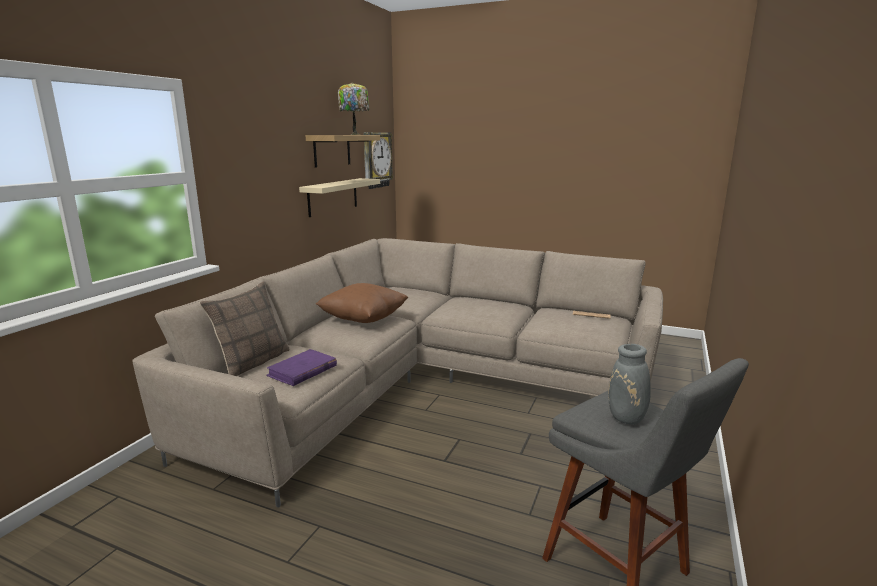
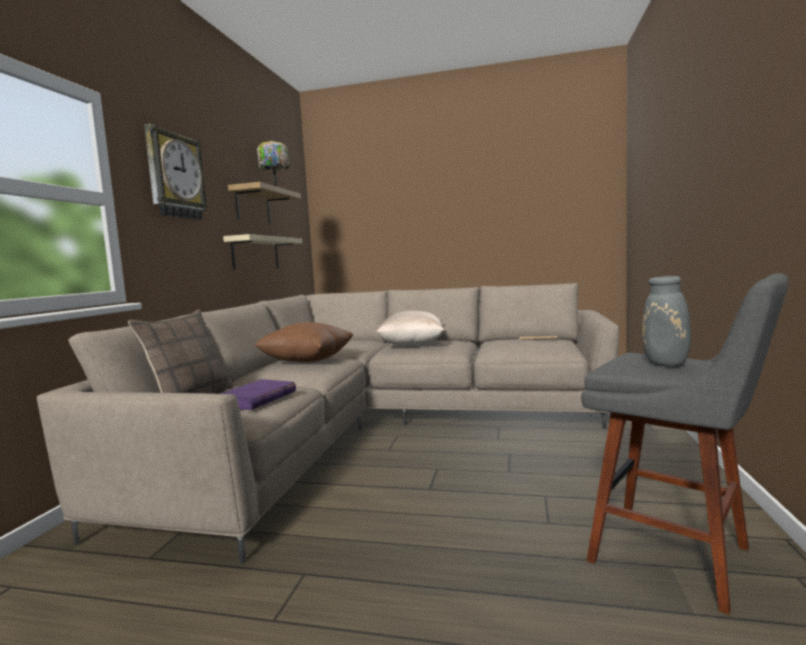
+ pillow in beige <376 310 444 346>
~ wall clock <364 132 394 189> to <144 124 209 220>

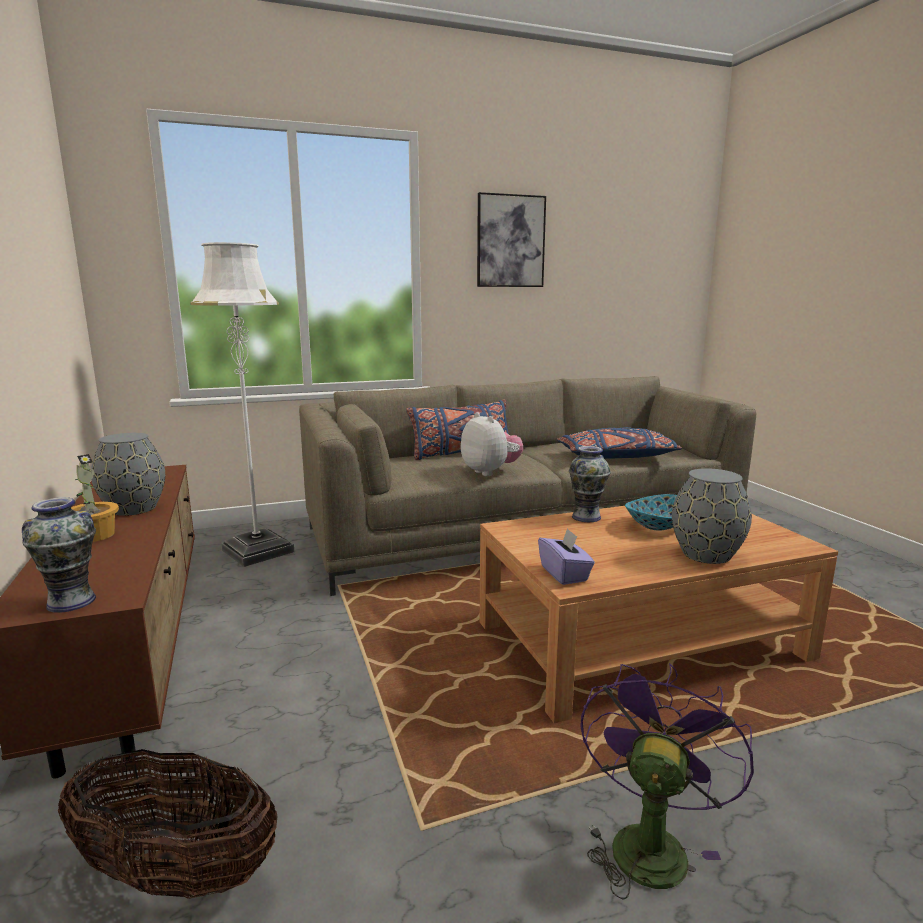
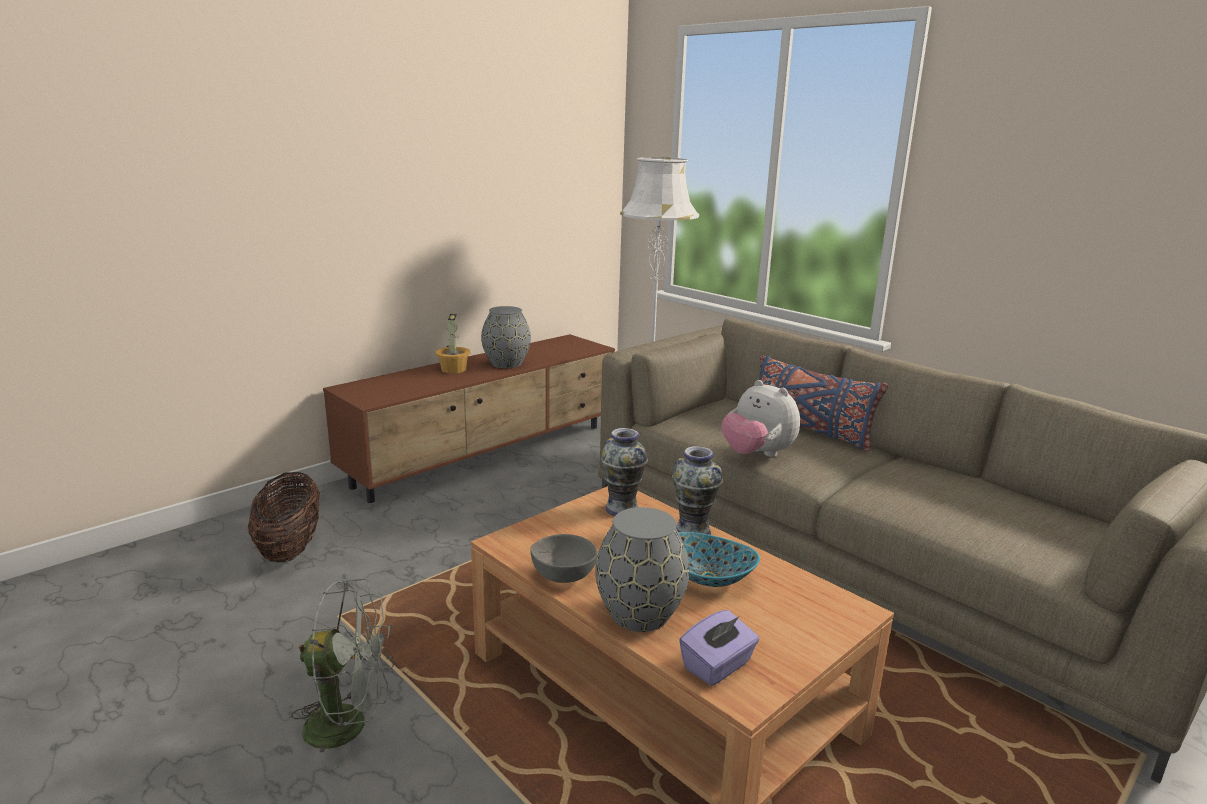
- picture <477 192 546 287>
- pillow in bluish <557 427 682 459>
+ bowl in grey <530 534 597 583>
~ decorative vase <22 497 96 613> to <601 428 648 516>
~ box of tissues in purplish <538 528 595 585> to <679 610 760 686>
~ cooling fan in purplish <580 663 754 900> to cooling fan in grey <291 579 394 769>
~ soft toy <461 412 523 476> = <722 380 800 457> 105 degrees clockwise

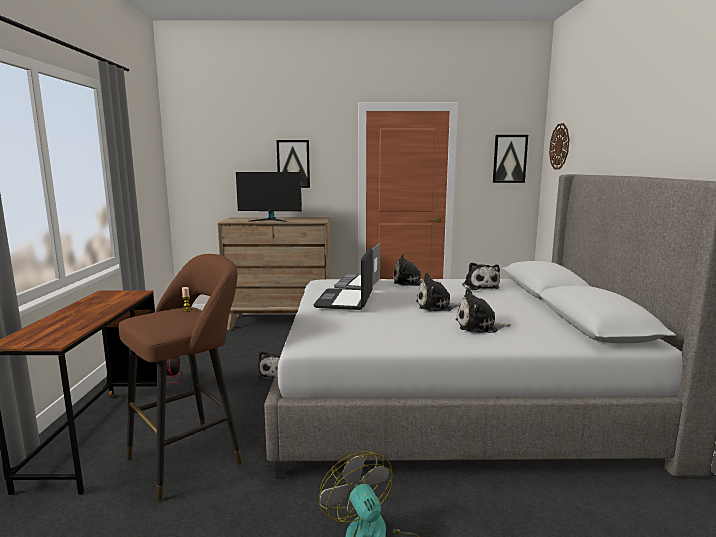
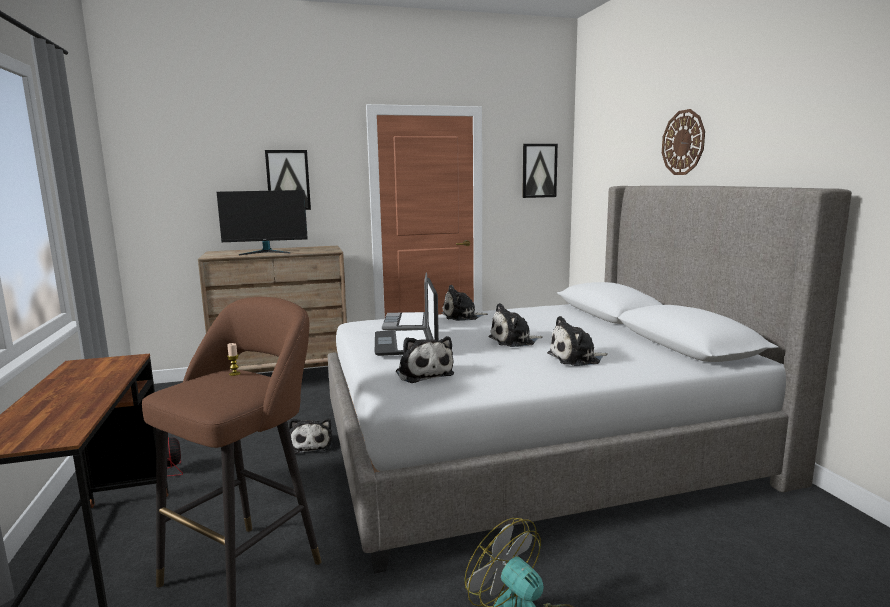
~ soft toy <462 262 500 290> to <396 336 454 383>
~ wall clock <549 123 569 170> to <662 109 705 175>

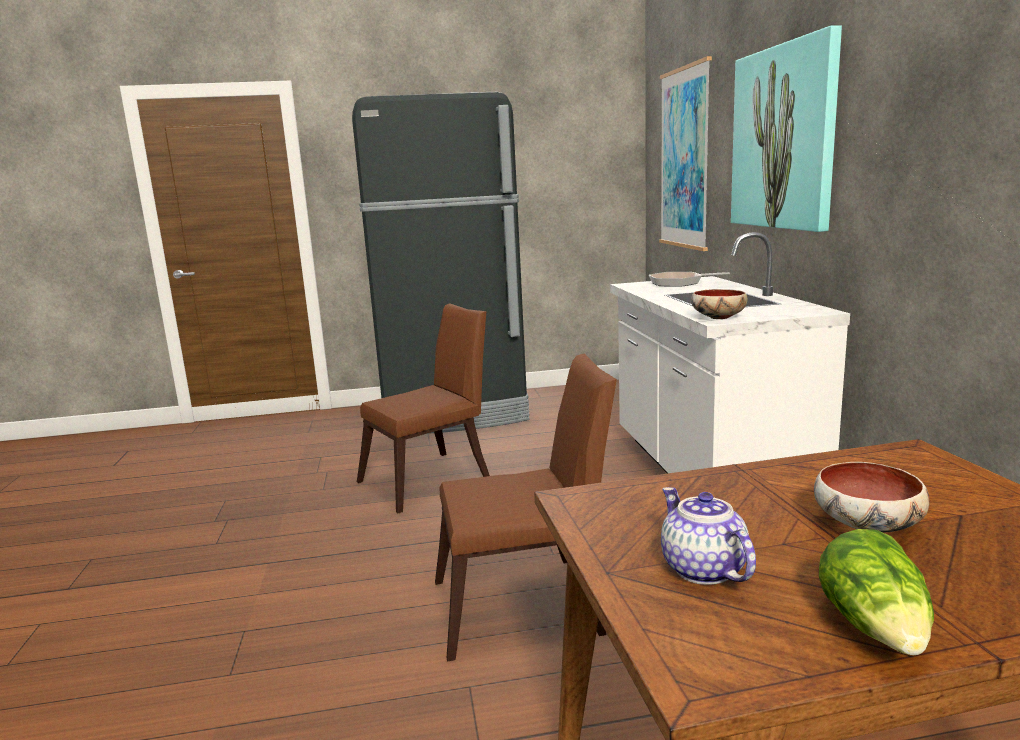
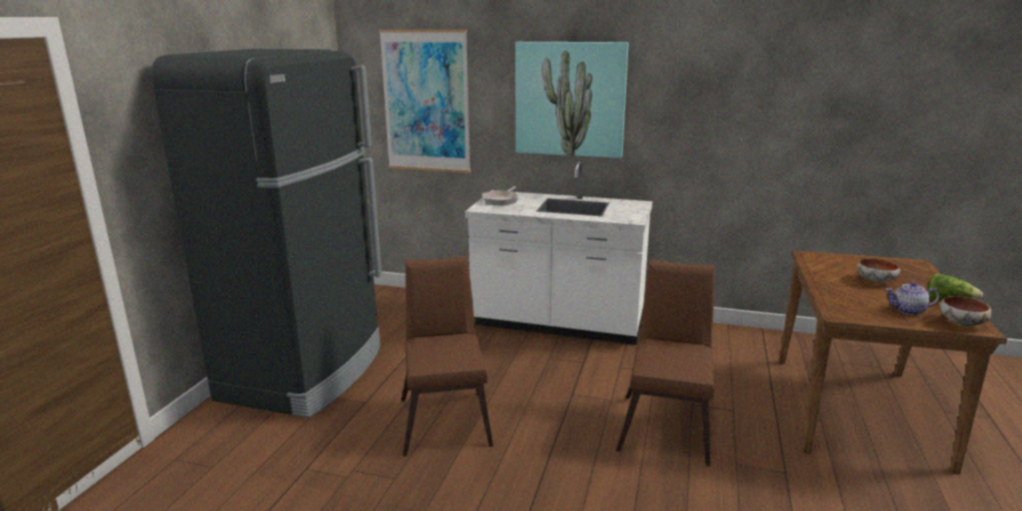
~ bowl <691 289 747 319> to <940 296 992 326>

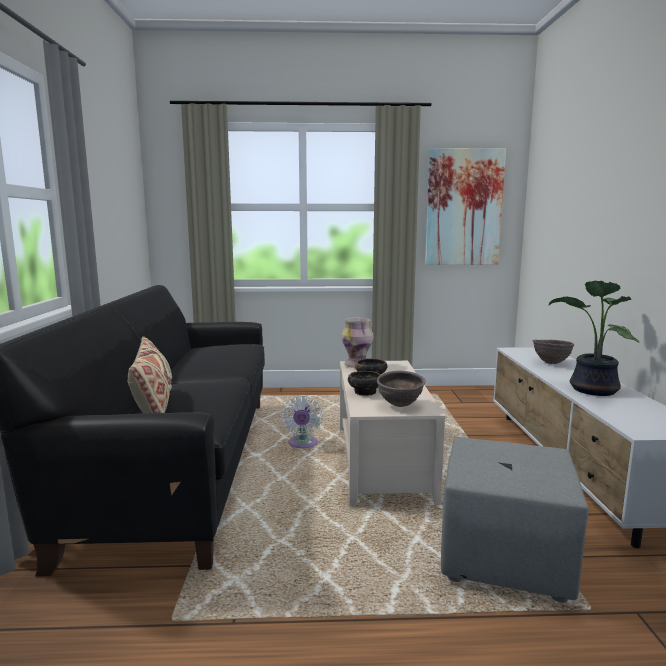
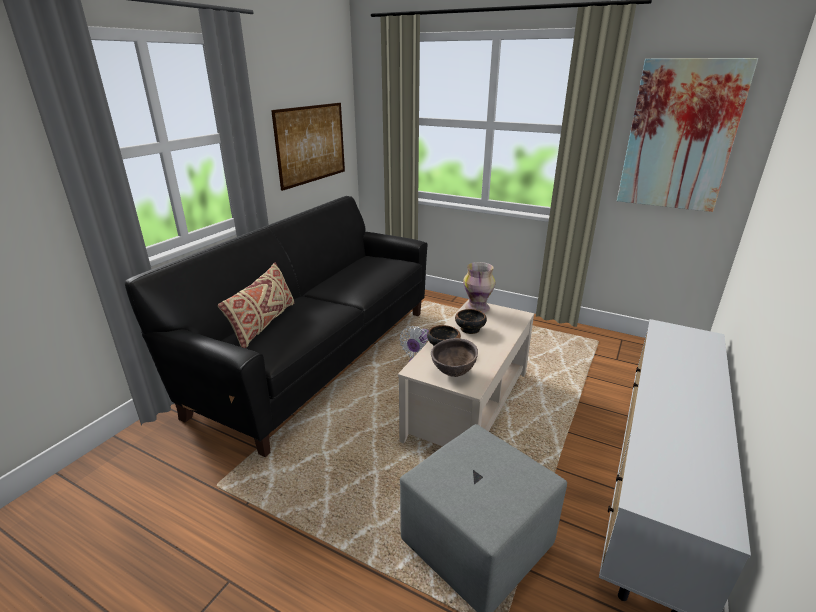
- bowl in brown <533 340 574 364>
- houseplant <549 281 640 396>
+ picture <271 103 345 191>

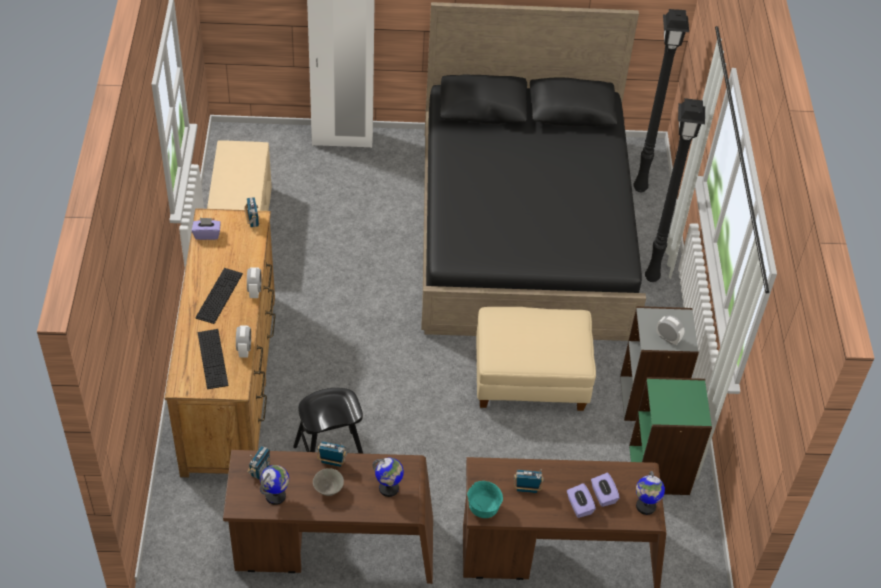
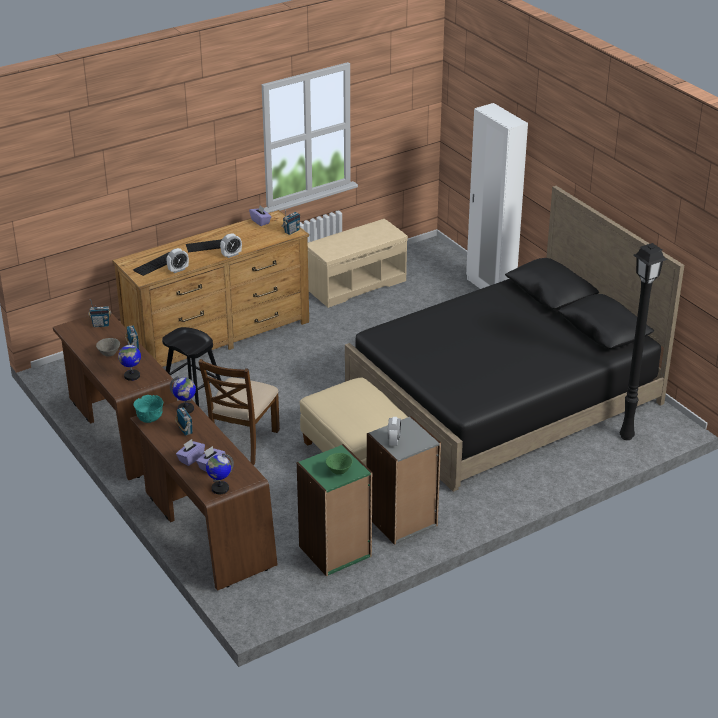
- standard lamp in black <645 98 705 282>
+ upright chair in brown <198 359 280 465>
+ bowl in green <326 453 353 475>
~ world globe <260 465 289 505> to <170 376 196 413>

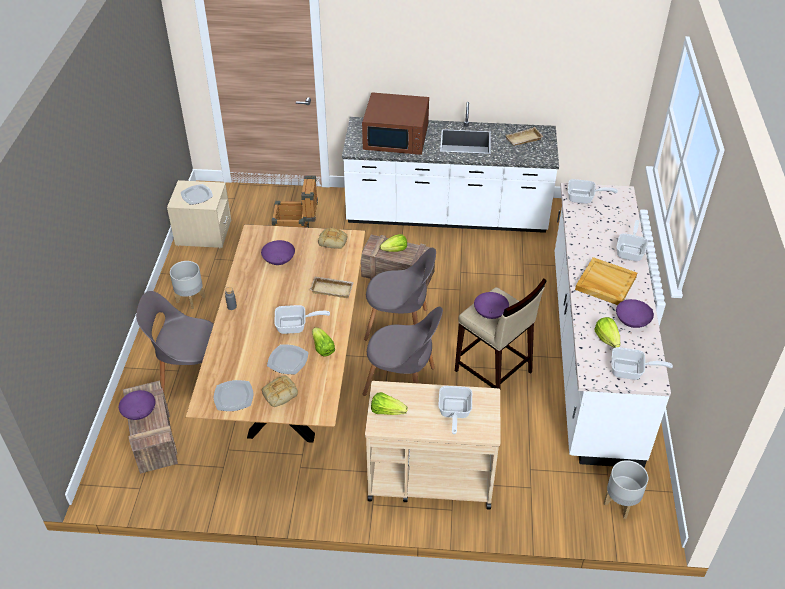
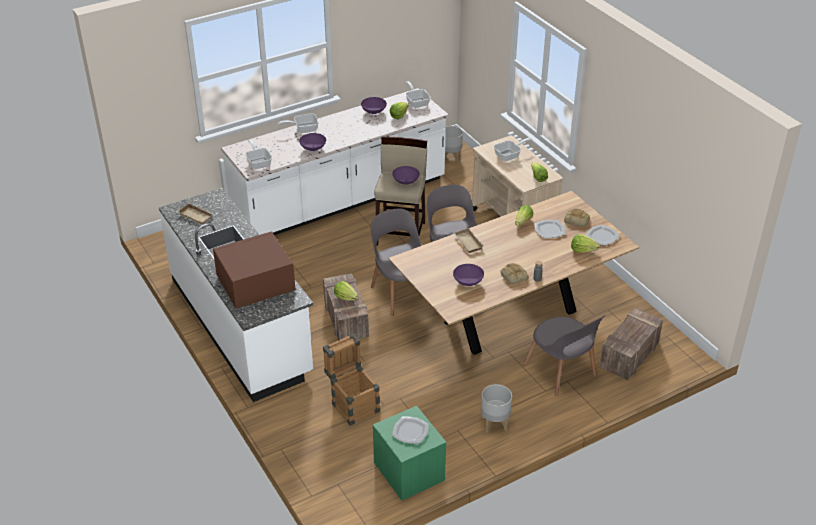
- frying pan <275 305 330 334>
- carrying tray in beige <575 257 637 305>
+ head of lettuce <571 234 600 253>
~ bowl in purplish <119 390 155 420> to <299 133 326 151>
~ bakery bread <318 227 347 249> to <500 263 529 284>
~ night table in beige <167 180 231 248> to night table in green <373 406 446 500>
~ microwave in brown <362 92 429 155> = <213 232 295 309> 90 degrees counterclockwise

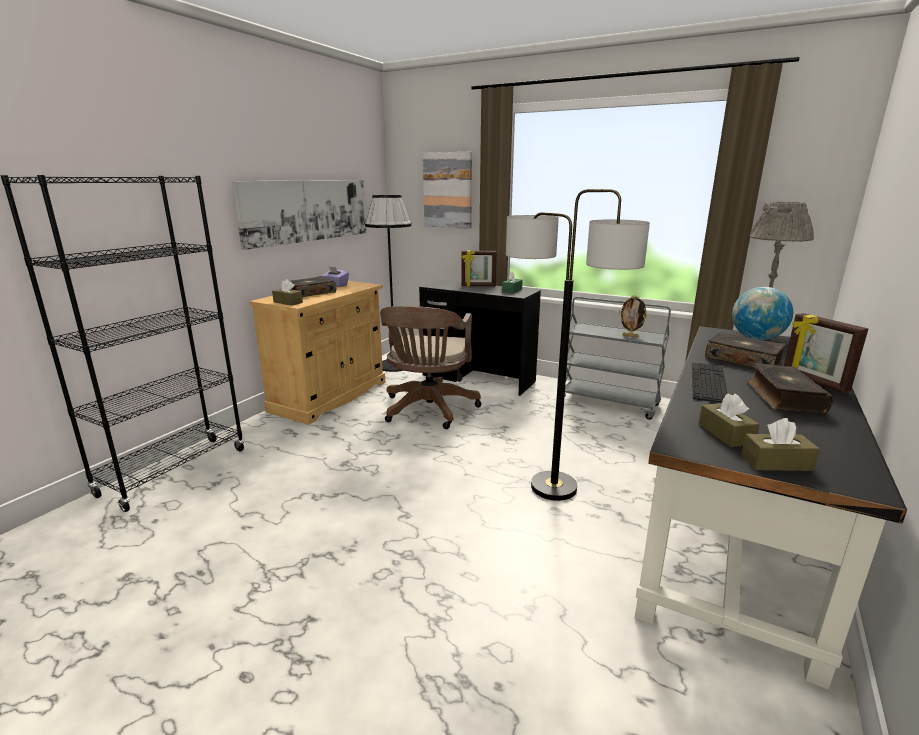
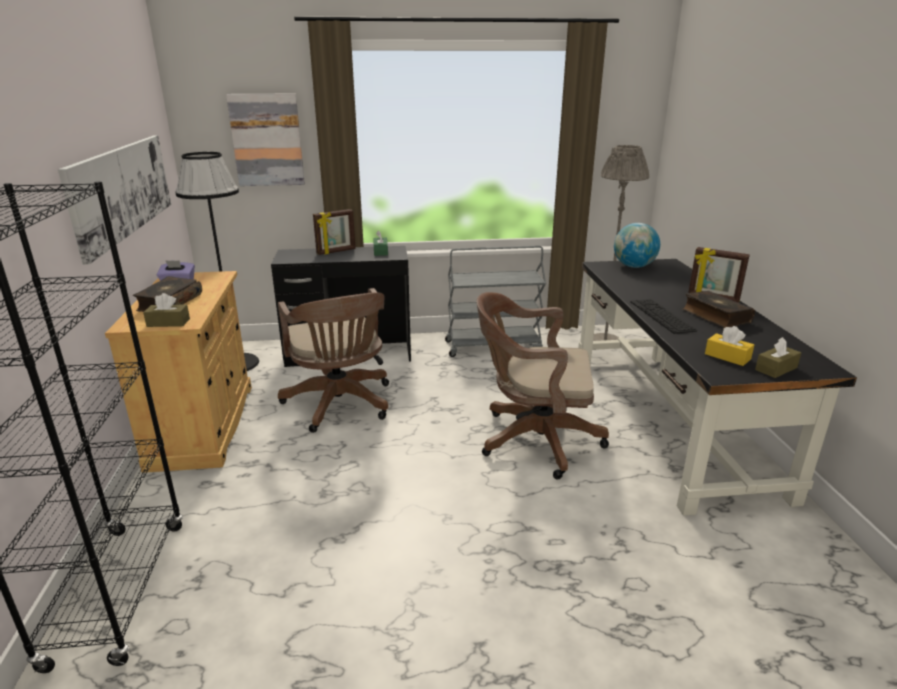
- photo frame <619 295 648 337>
- bound book <705 332 786 368>
~ standard lamp <506 189 650 501> to office chair in brown <477 292 609 479>
~ box of tissues in brown <699 394 760 447> to box of tissues in yellowish <705 326 754 366>

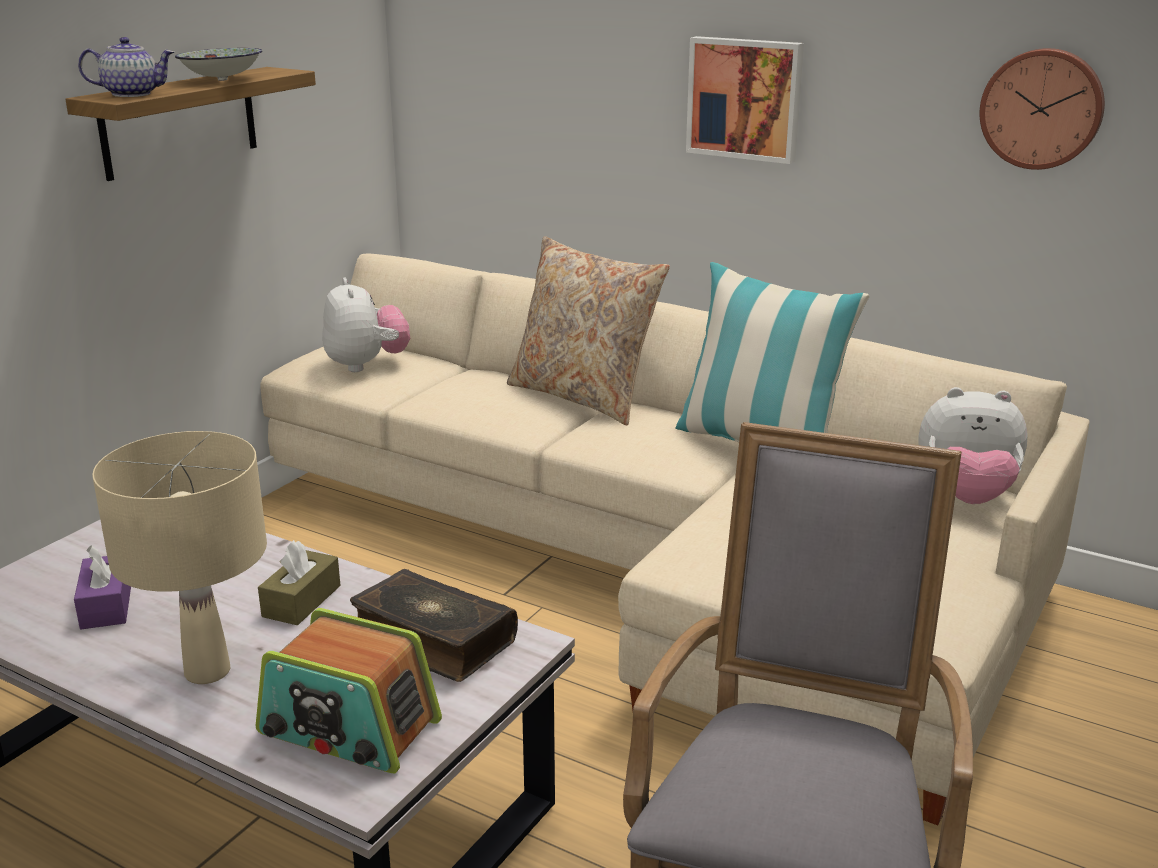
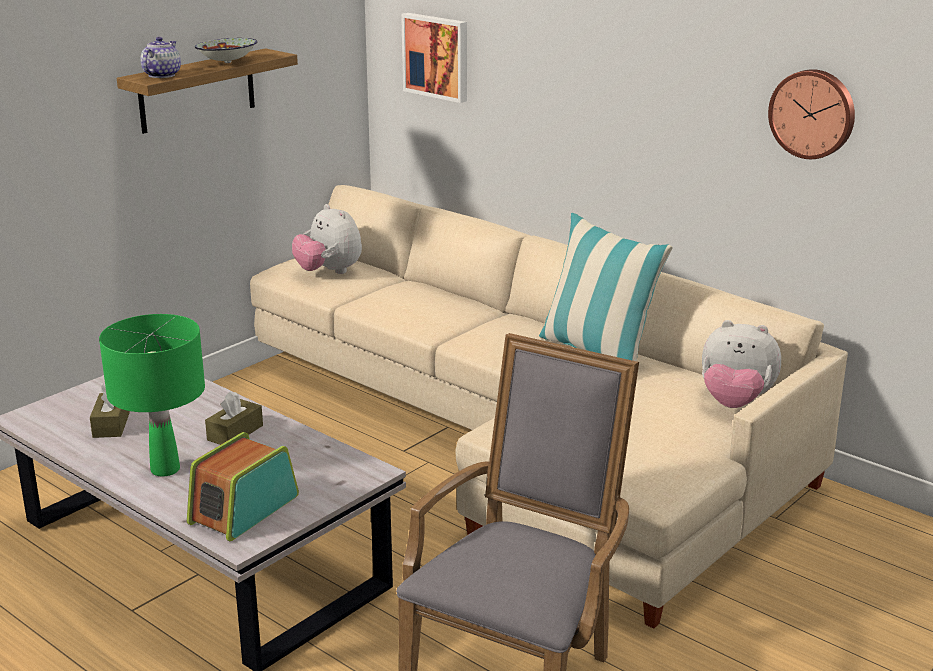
- bound book <350 569 518 682>
- pillow in beige <507 236 670 425>
~ picture <686 36 804 164> to <401 13 467 103>
~ box of tissues in purplish <74 545 131 629> to box of tissues in brown <90 384 130 438>
~ table lamp in beige <92 431 267 684> to table lamp in green <99 314 205 477>
~ tea pot <78 37 174 97> = <141 37 181 78> 75 degrees counterclockwise
~ radio <256 608 442 773> = <187 432 299 541> 90 degrees clockwise
~ soft toy <322 278 410 372> = <292 204 362 274> 150 degrees clockwise

